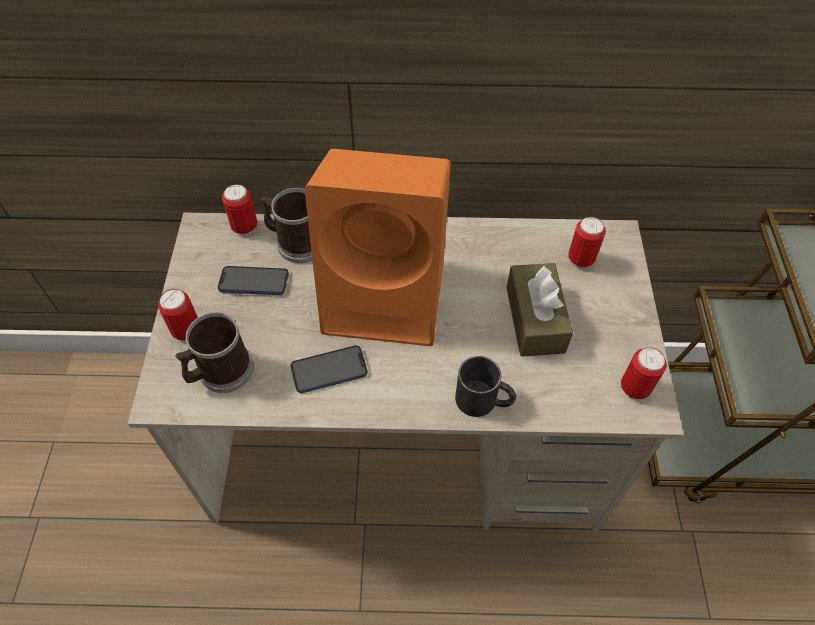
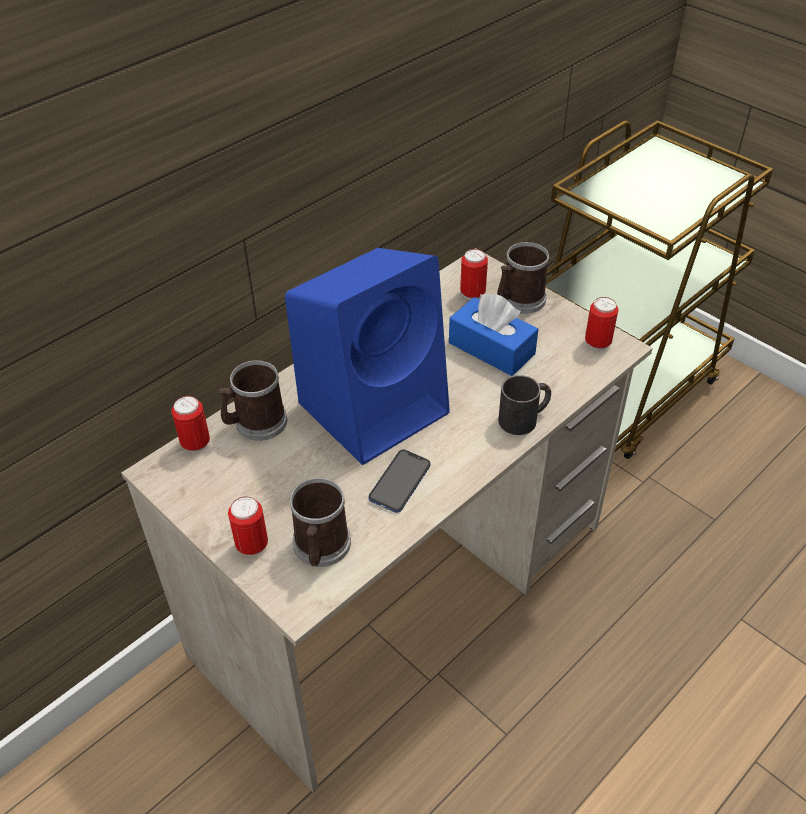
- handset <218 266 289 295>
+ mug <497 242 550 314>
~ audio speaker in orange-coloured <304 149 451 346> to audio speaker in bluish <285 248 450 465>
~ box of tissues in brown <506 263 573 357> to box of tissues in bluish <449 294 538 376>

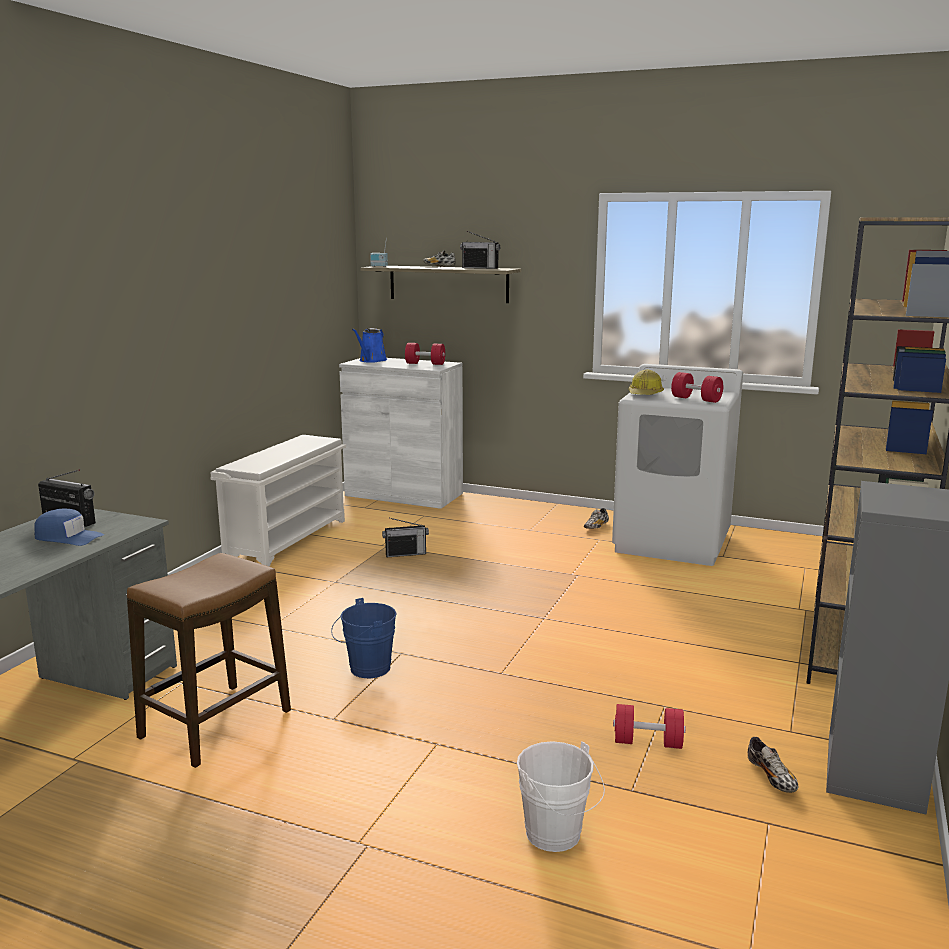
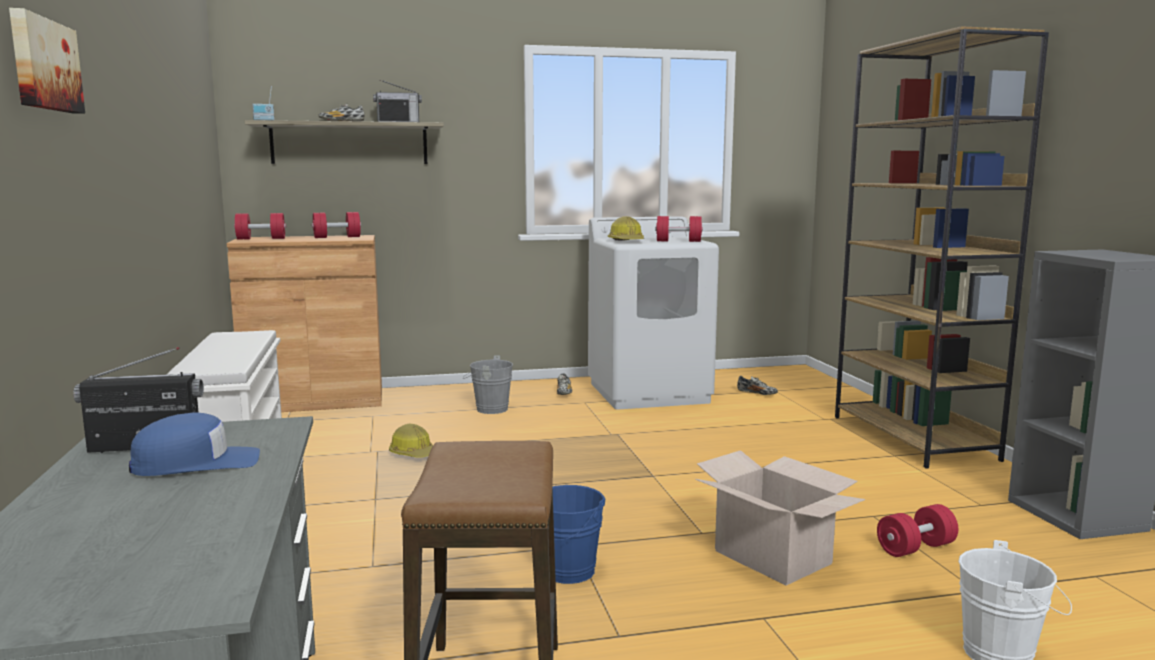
+ picture <9 8 85 114>
+ pail in grey <463 355 513 414>
+ cardboard box <695 450 865 585>
~ low shoe <748 737 799 793> to <737 376 778 395>
~ watering can in bluish <352 328 387 363> to hand weight in reddish <234 213 286 240>
~ radio <382 518 429 557> to hard hat <389 424 433 457>
~ storage cabinet in whitish <339 358 463 509> to storage cabinet in brown <227 235 382 412>

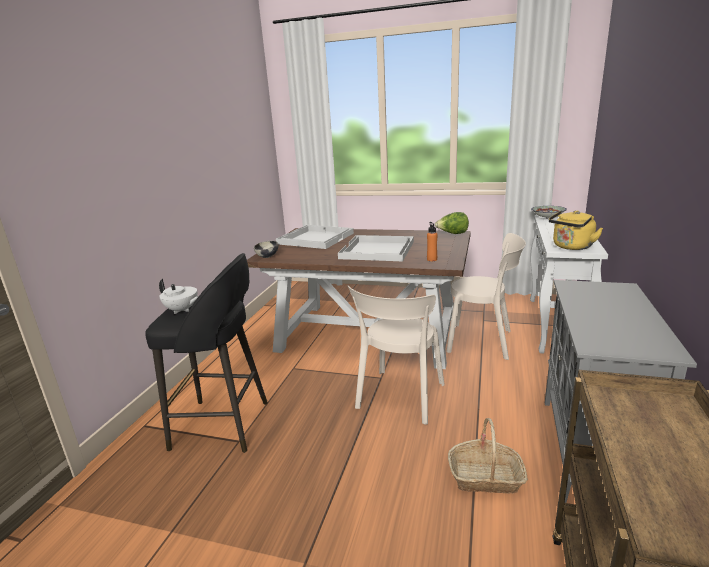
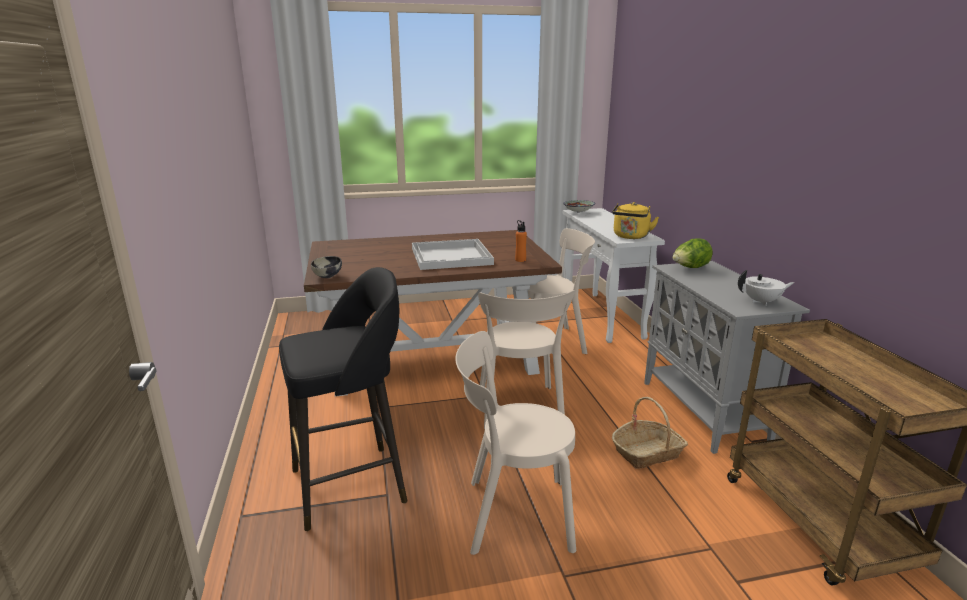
- carrying tray in whitish <276 225 354 249>
+ upright chair in beige <456 331 576 555>
~ tea pot in whitish <159 279 199 314> to <738 270 794 306>
~ head of lettuce <435 212 469 234> to <672 238 713 268>

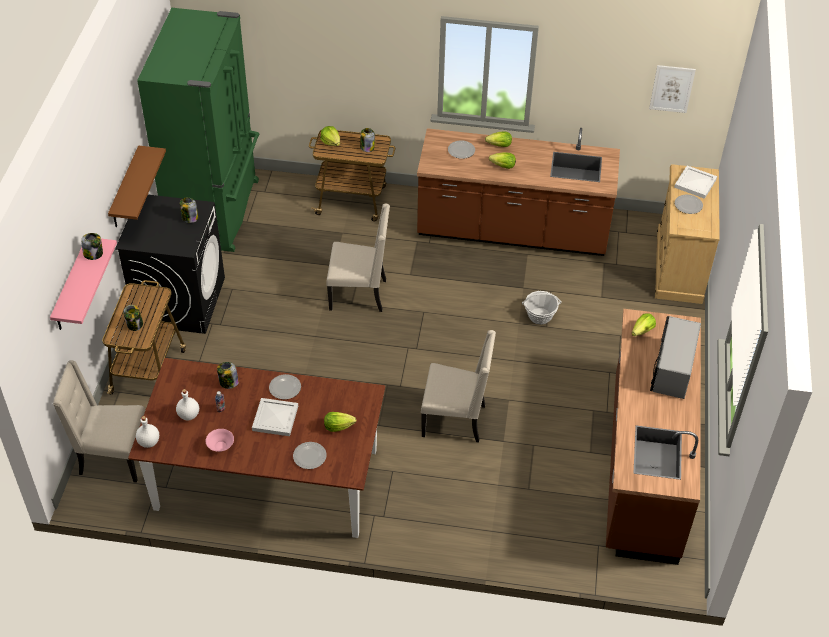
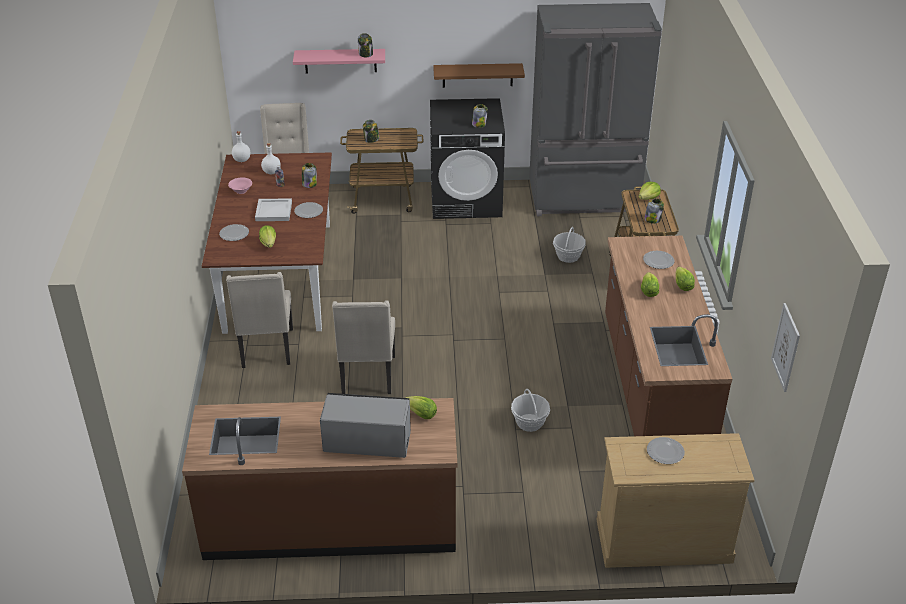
- carrying tray in whitish <674 166 717 199>
+ storage basket <553 227 586 263>
~ upright chair in beige <326 203 390 312> to <226 272 293 368>
~ kitchen fridge in green <137 8 259 252> to kitchen fridge in grey <529 3 662 216>

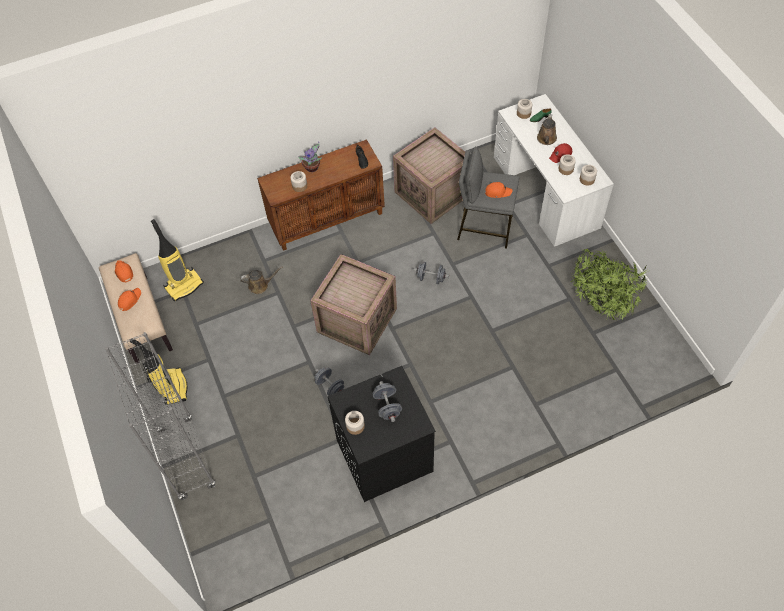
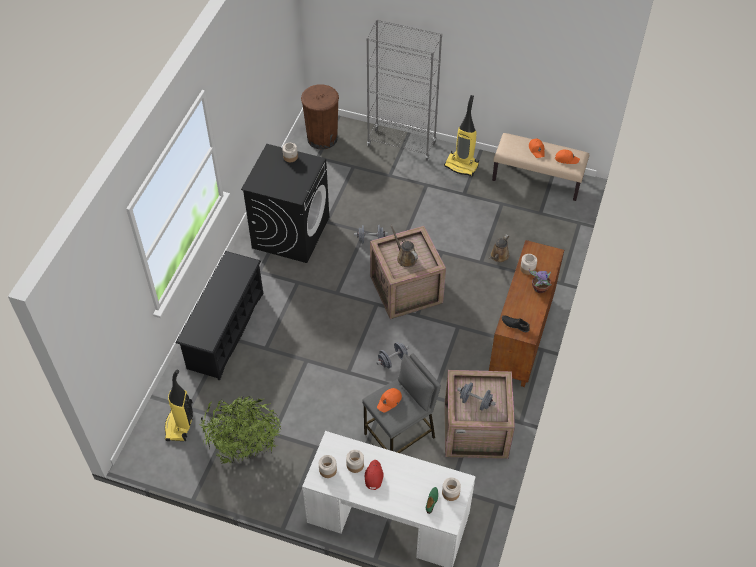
+ shoe stand in black <175 251 263 381>
+ trash can in brown <301 84 339 150>
~ vacuum cleaner <151 219 204 301> to <165 370 193 441>
~ hand weight in grey <372 381 402 422> to <457 382 496 411>
~ watering can in brown <537 114 557 145> to <390 225 418 267>

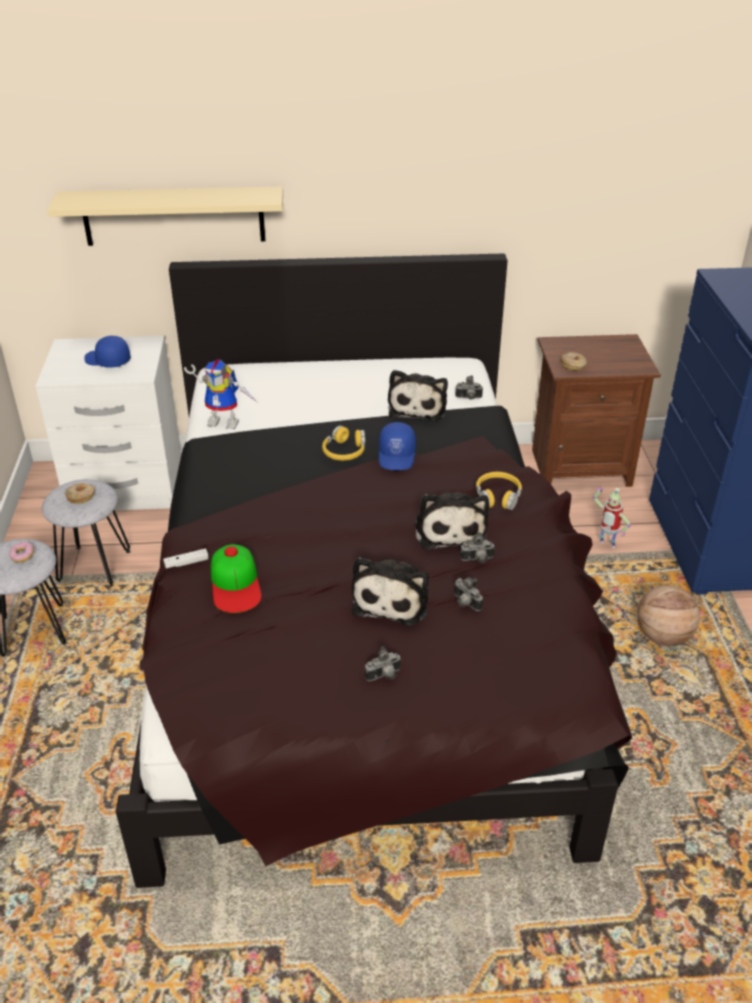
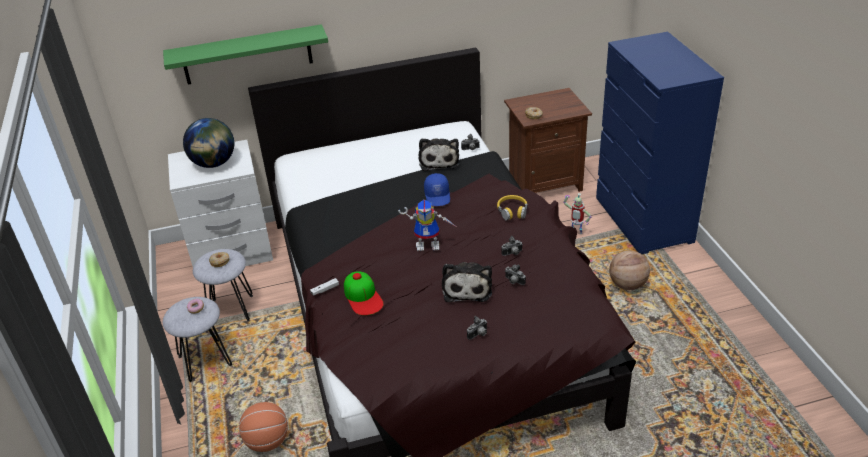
- pair of headphones in yellowish <322 425 365 461>
- soft toy <416 492 489 550>
+ basketball <239 402 288 452>
~ toy robot <184 359 257 429> to <398 199 456 251>
~ cap in bluish <84 336 131 368> to world globe <183 118 234 168>
~ bracket shelf in beige <47 186 283 246> to bracket shelf in green <163 24 328 85>

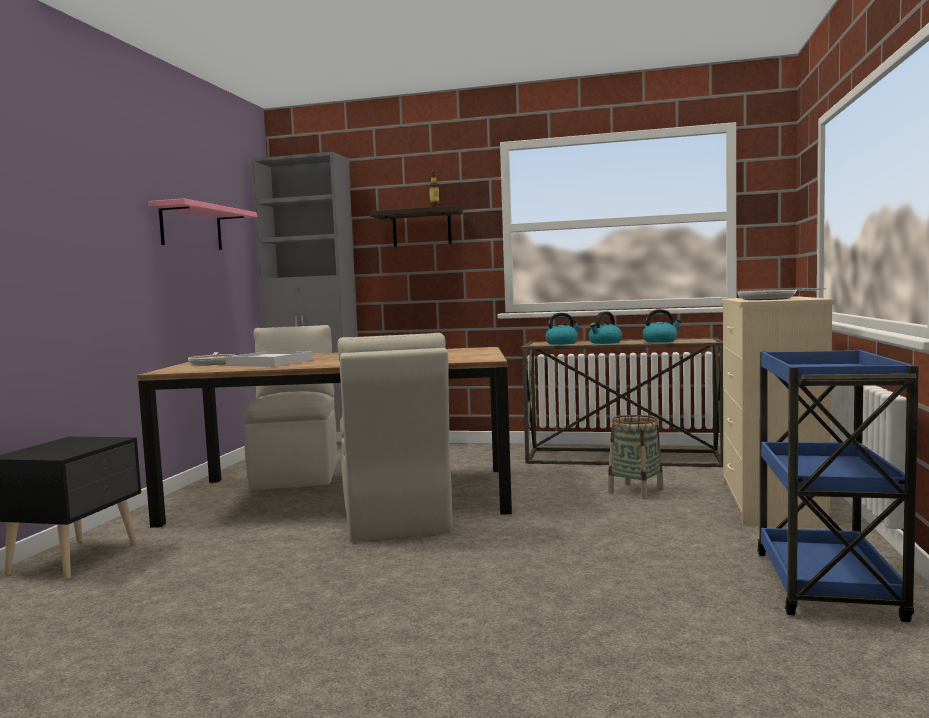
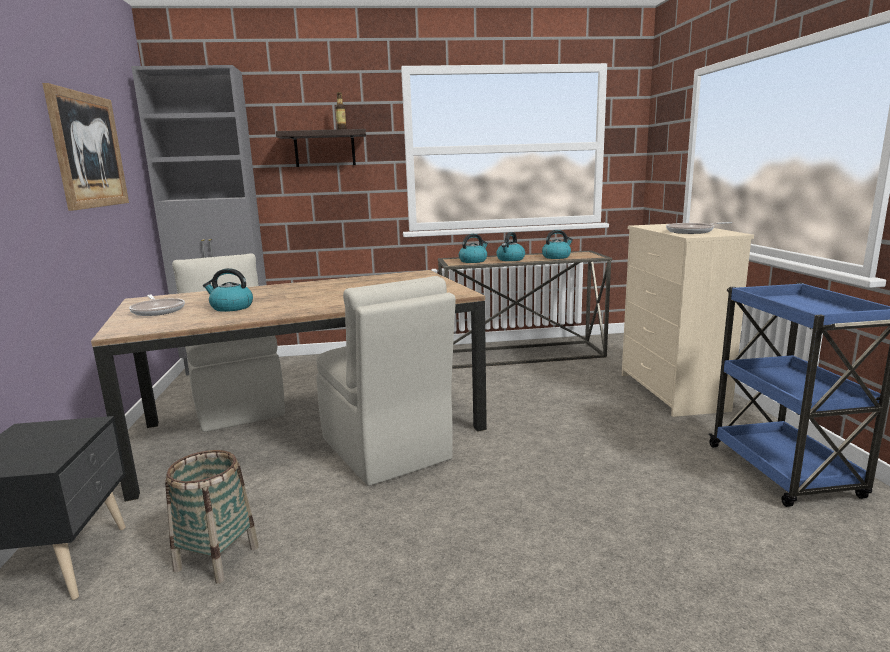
~ storage basket <608 415 664 499> to <165 450 259 583>
~ bracket shelf in pinkish <148 198 257 250> to picture <42 83 129 211>
~ carrying tray in whitish <226 351 313 367> to water kettle <203 268 253 312>

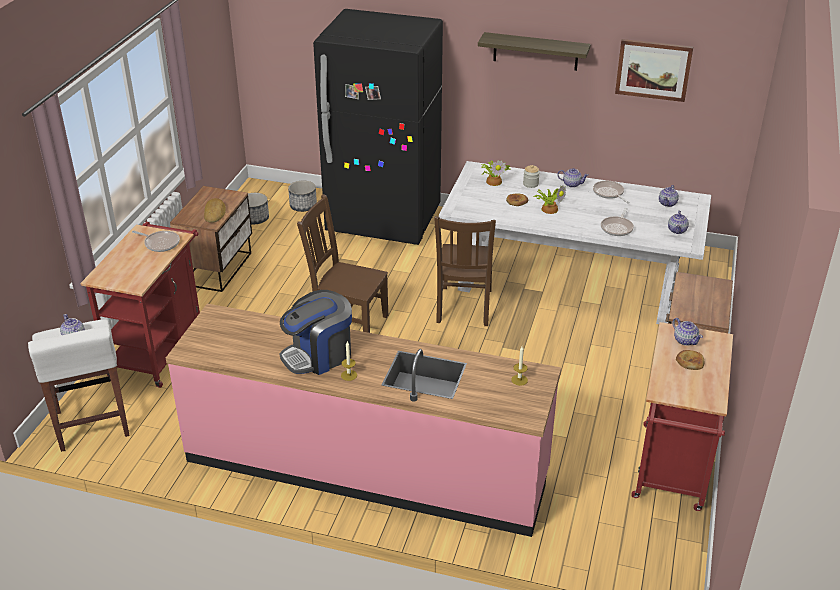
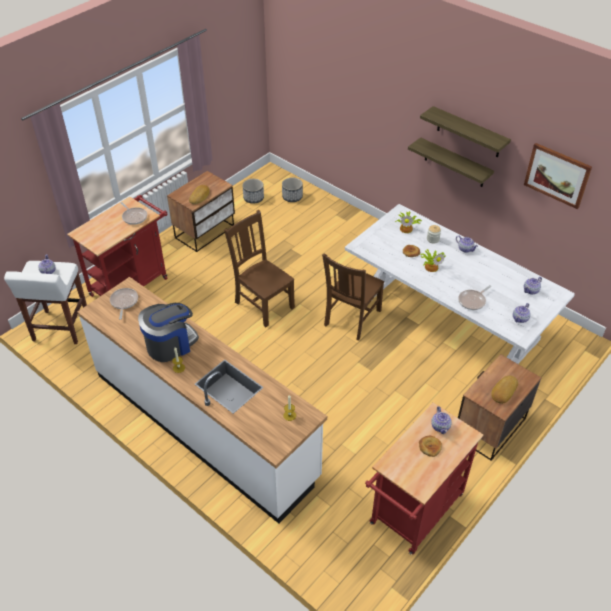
- kitchen fridge in black <313 9 443 245>
+ bracket shelf <408 137 494 187>
+ bakery bread <491 375 518 404>
~ frying pan <593 181 629 203> to <110 288 138 319>
~ kitchen base unit in pinkish <166 304 561 537> to kitchen base unit in whitish <77 277 327 524>
~ coffee maker <279 290 352 375> = <138 303 199 362> 150 degrees clockwise

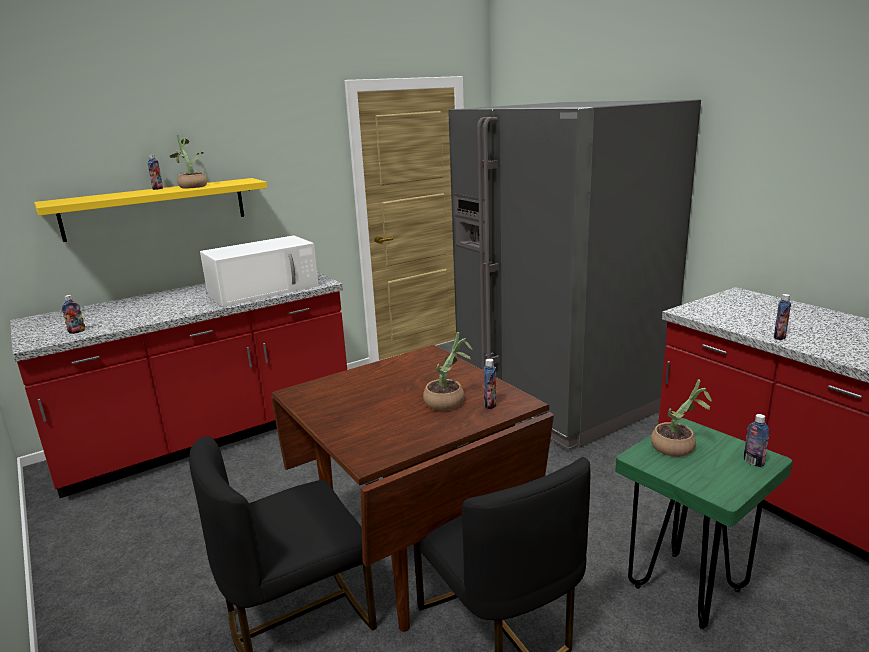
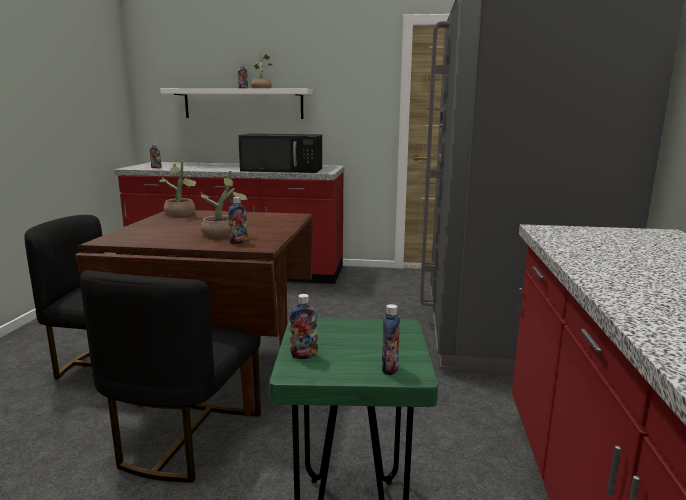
~ houseplant <651 380 712 457> to <159 161 196 216>
~ bottle <774 294 791 340> to <289 294 318 359>
~ bracket shelf in yellowish <34 178 267 242> to bracket shelf in whitish <160 88 313 119>
~ microwave in whitish <200 235 319 307> to microwave in black <238 133 322 173>

